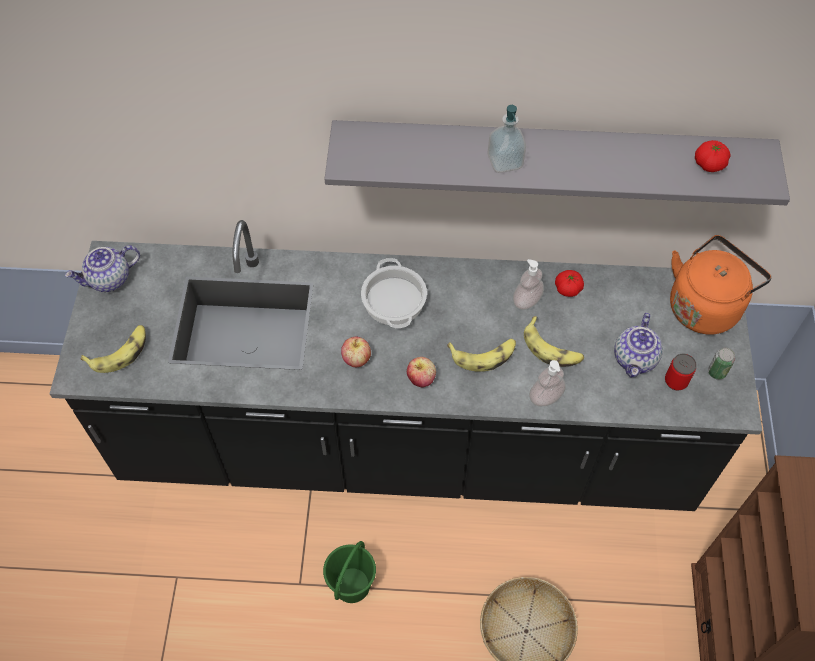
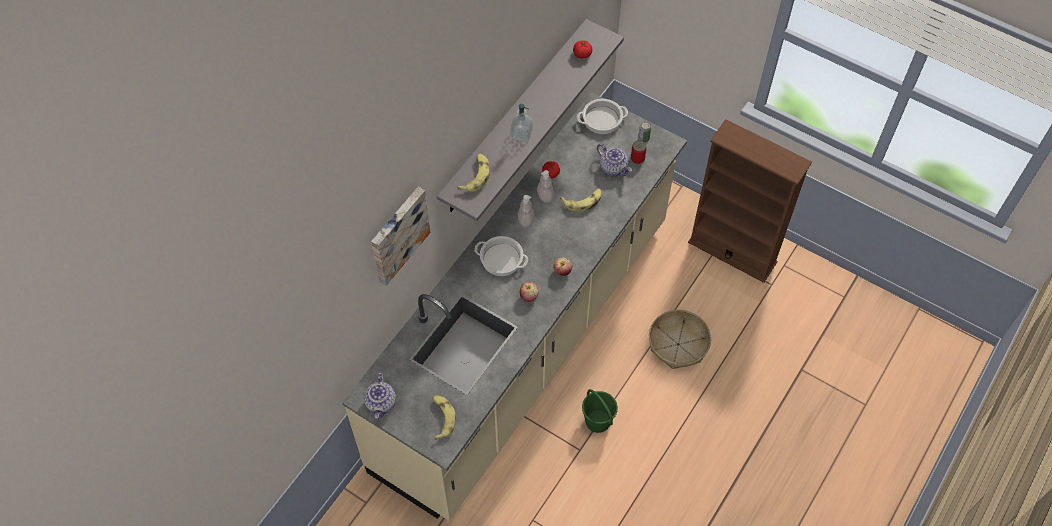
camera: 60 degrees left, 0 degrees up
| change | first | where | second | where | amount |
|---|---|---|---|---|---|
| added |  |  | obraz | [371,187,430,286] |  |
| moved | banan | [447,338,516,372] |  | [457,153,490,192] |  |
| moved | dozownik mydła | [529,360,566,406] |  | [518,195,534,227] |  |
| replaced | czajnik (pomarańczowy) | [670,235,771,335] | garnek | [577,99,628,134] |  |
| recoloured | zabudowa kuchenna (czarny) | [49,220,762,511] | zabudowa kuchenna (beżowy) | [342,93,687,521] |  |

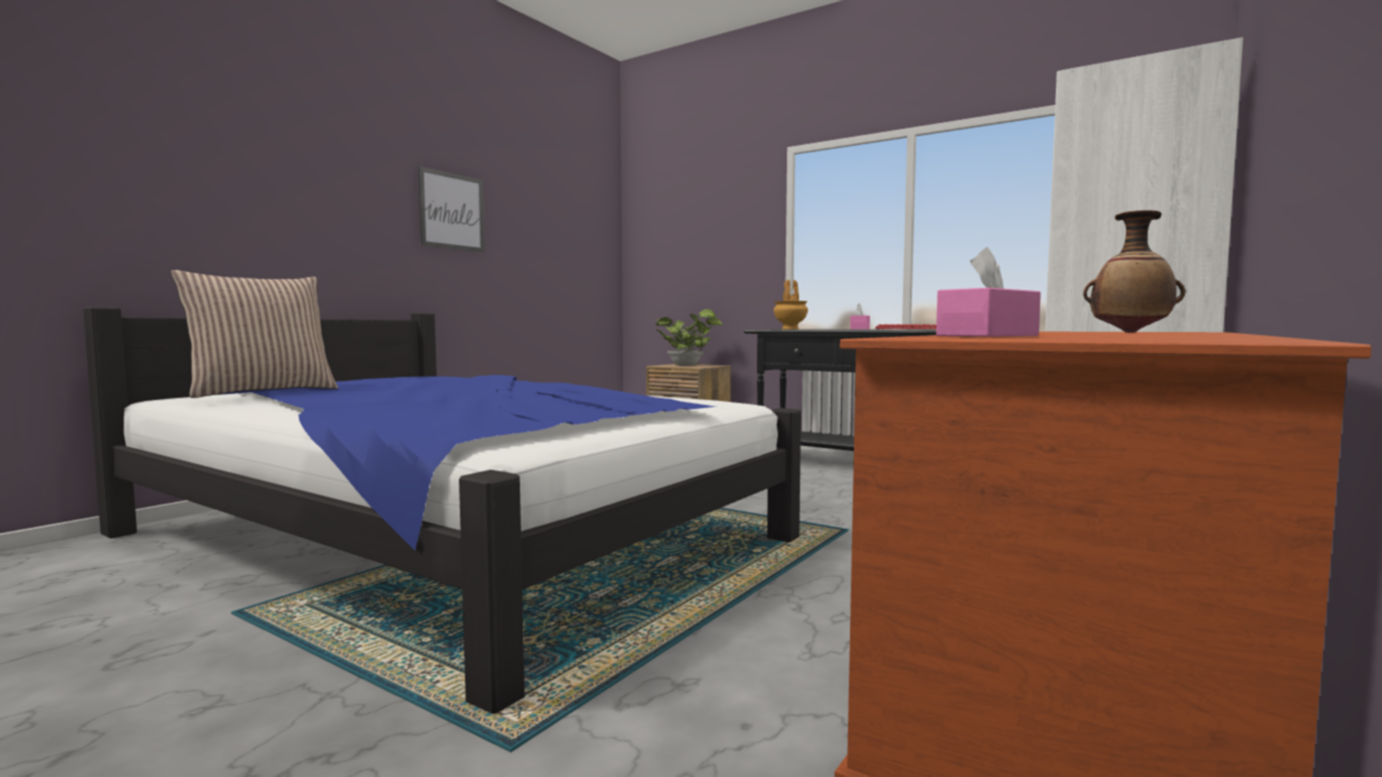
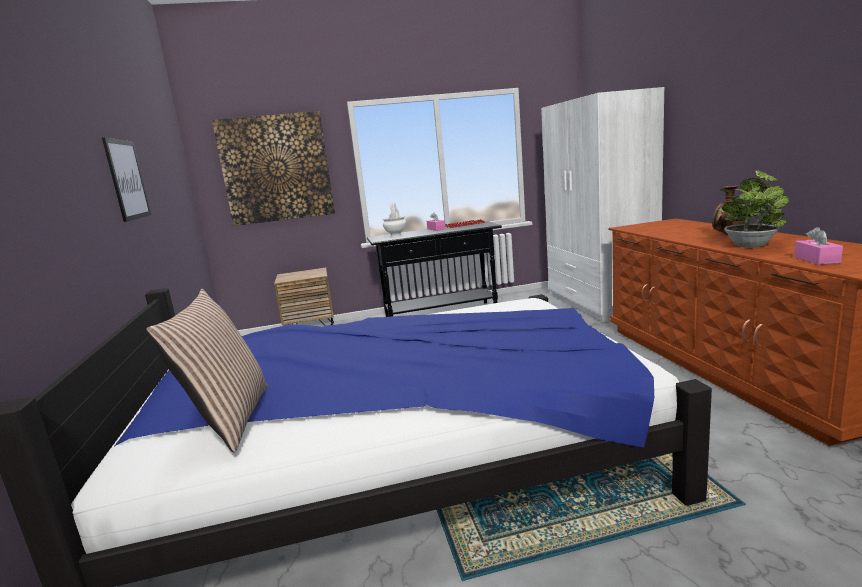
camera: 45 degrees left, 10 degrees up
| change | first | where | second | where | amount |
|---|---|---|---|---|---|
| added |  |  | obraz | [212,111,335,226] |  |
| moved | roślina doniczkowa | [655,309,723,366] |  | [719,170,789,248] |  |
| recoloured | wazon (brązowy) | [773,280,808,329] | wazon (biały) | [383,203,406,238] |  |

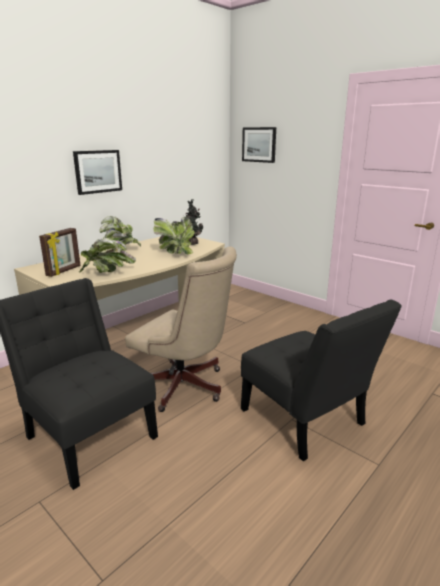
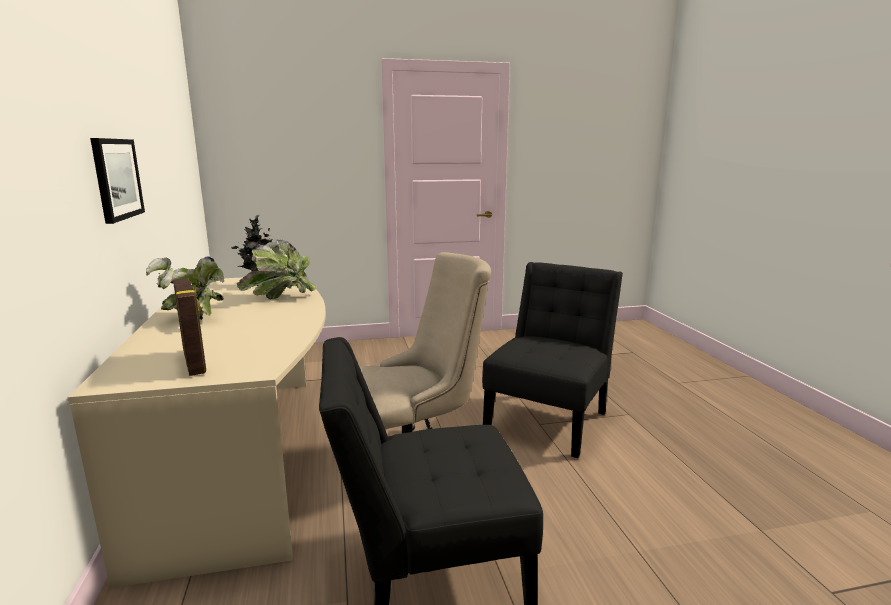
camera: 55 degrees left, 5 degrees down
| change | first | where | second | where | amount |
|---|---|---|---|---|---|
| removed | roślina doniczkowa | [79,228,136,273] |  |  |  |
| removed | obraz | [242,127,276,163] |  |  |  |
| turned | krzesło (czarny) | [241,299,402,461] |  | [482,262,623,458] | 60 degrees counterclockwise |

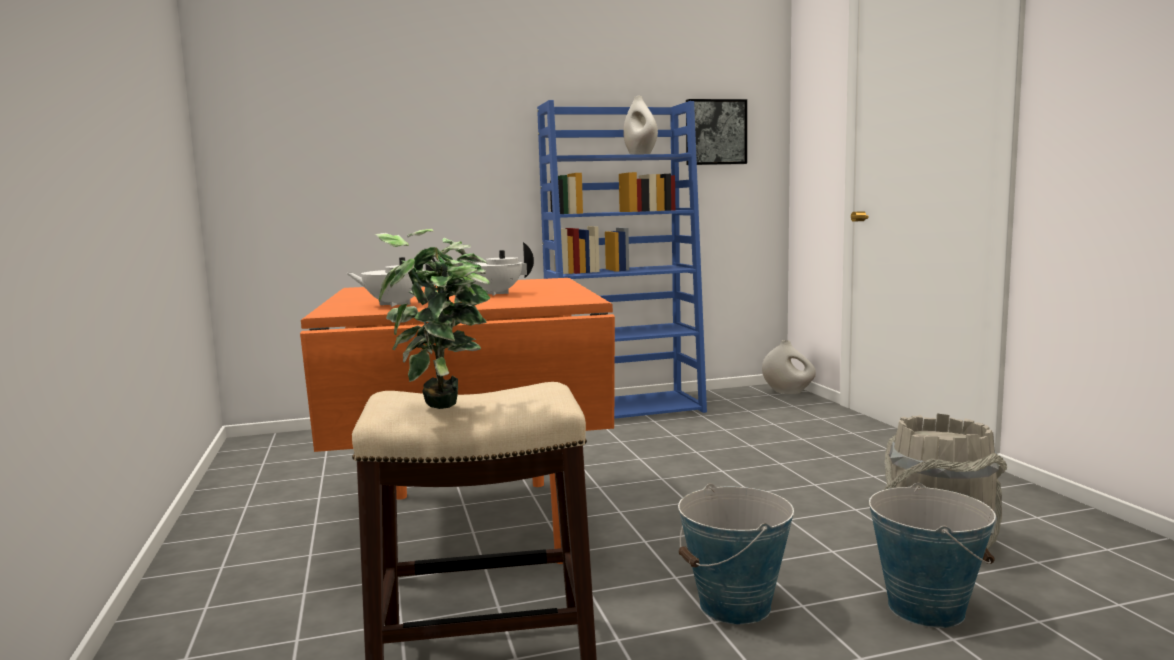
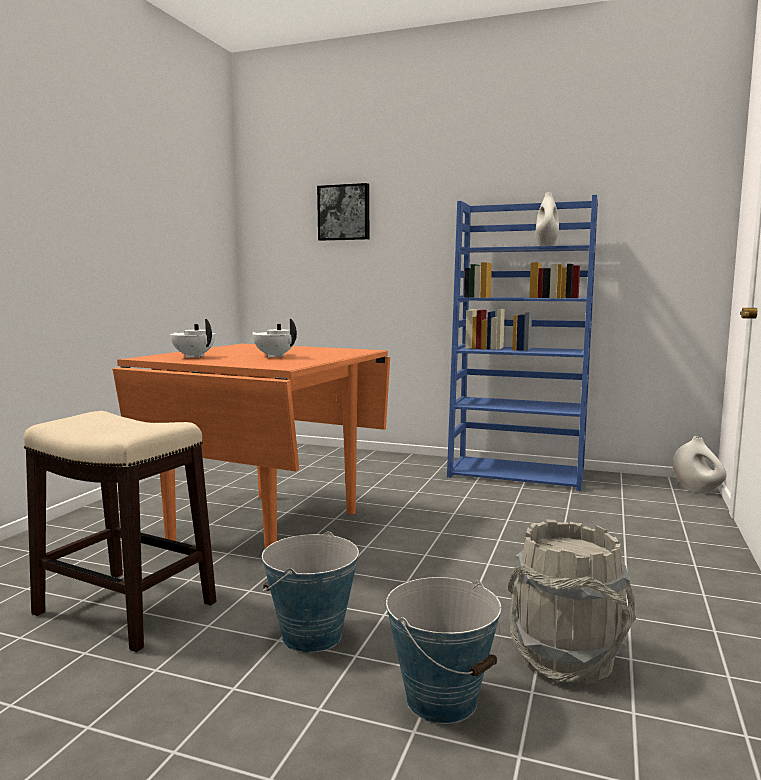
camera: 35 degrees right, 0 degrees up
| change | first | where | second | where | amount |
|---|---|---|---|---|---|
| removed | roślina doniczkowa | [375,229,490,409] |  |  |  |
| moved | obraz | [686,99,747,165] |  | [317,183,369,241] |  |

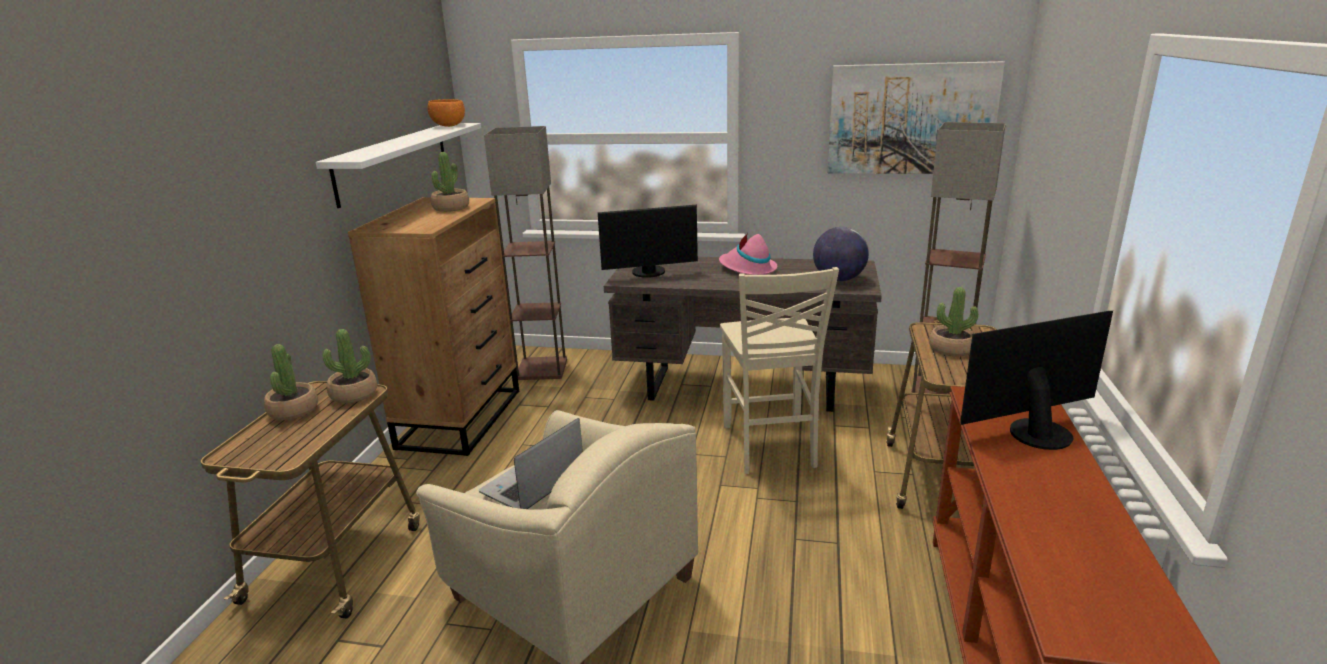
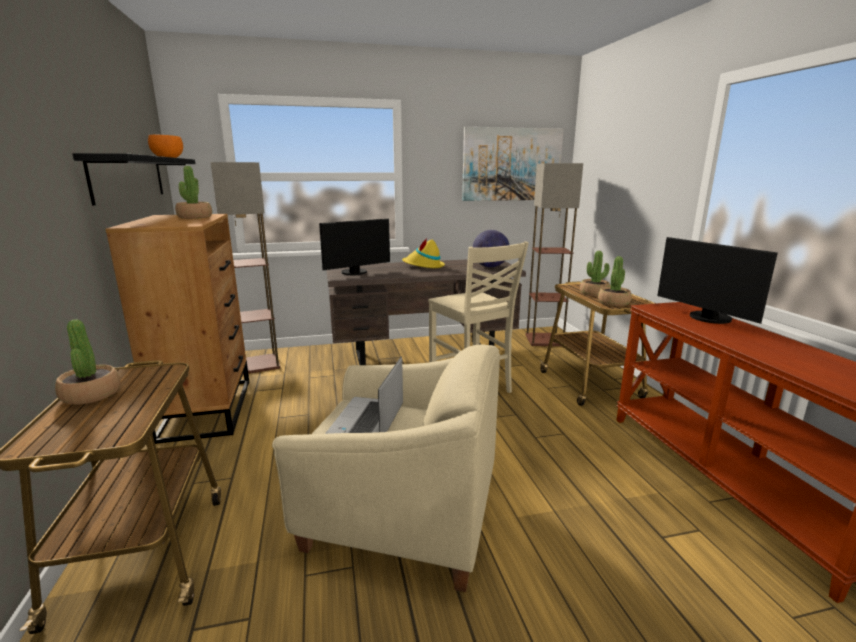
camera: 25 degrees left, 5 degrees down
| change | first | where | second | where | amount |
|---|---|---|---|---|---|
| moved | roślina doniczkowa | [323,329,377,403] |  | [598,256,632,306] |  |
| recoloured | półka (biały) | [315,123,481,208] | półka (czarny) | [72,153,195,205] |  |
| recoloured | kapelusz (różowy) | [719,233,777,275] | kapelusz (żółty) | [402,239,445,268] |  |
| turned | monitor | [960,311,1113,450] |  | [657,237,778,324] | 75 degrees counterclockwise |

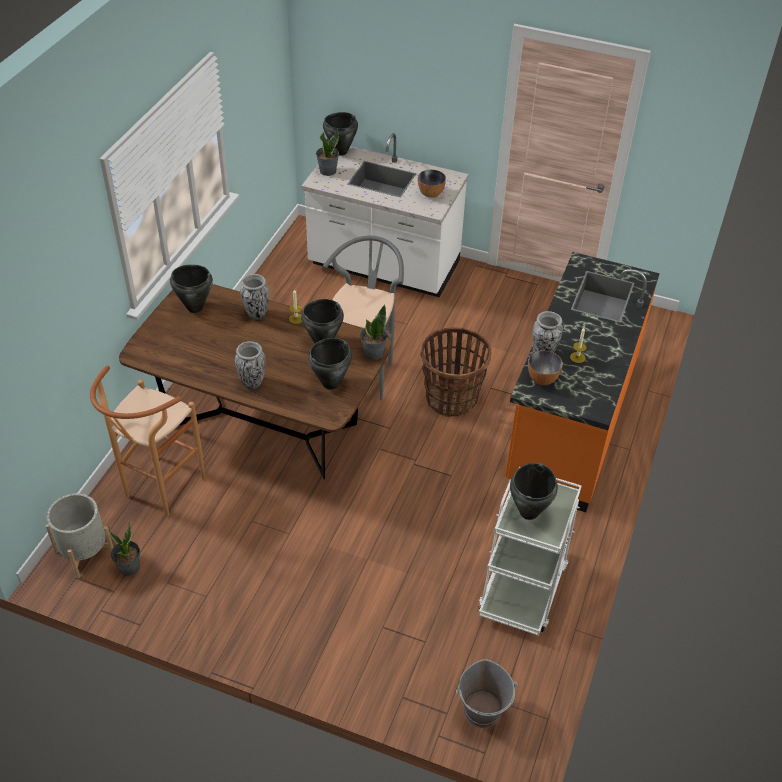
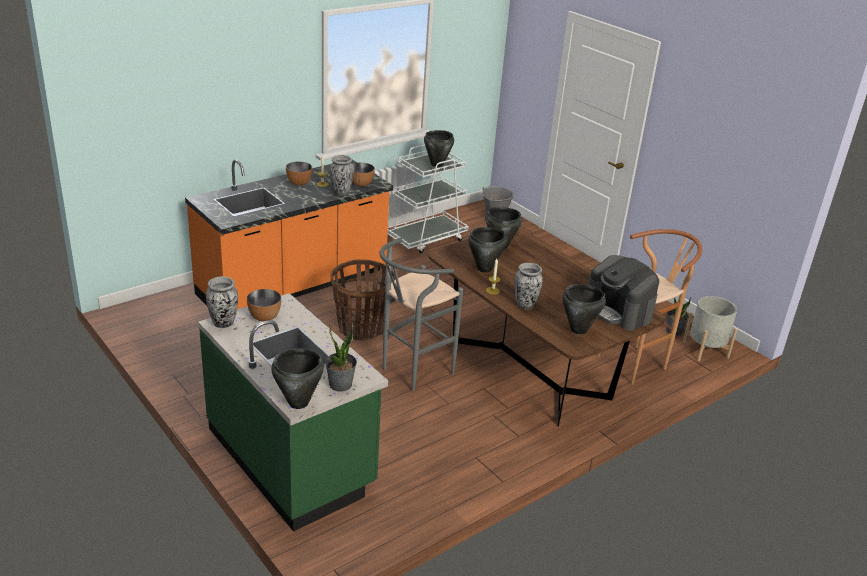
camera: 150 degrees left, 15 degrees down
| change | first | where | second | where | amount |
|---|---|---|---|---|---|
| removed | roślina doniczkowa | [360,305,388,360] |  |  |  |
| added |  |  | miska | [286,162,312,186] |  |
| added |  |  | ekspres do kawy | [588,255,659,331] |  |
| moved | wazon | [235,341,266,390] |  | [206,276,238,328] |  |
| recoloured | zabudowa kuchenna (biały) | [301,133,469,298] | zabudowa kuchenna (zielony) | [198,293,388,532] |  |

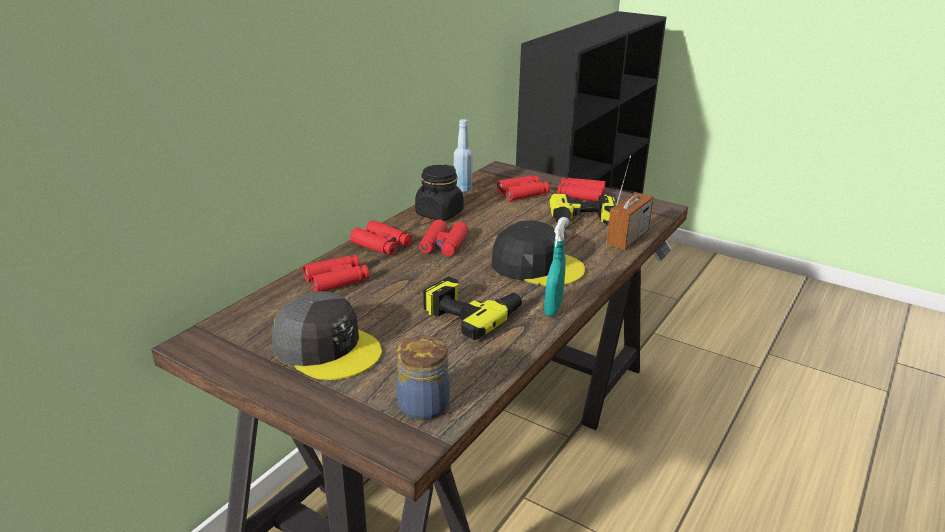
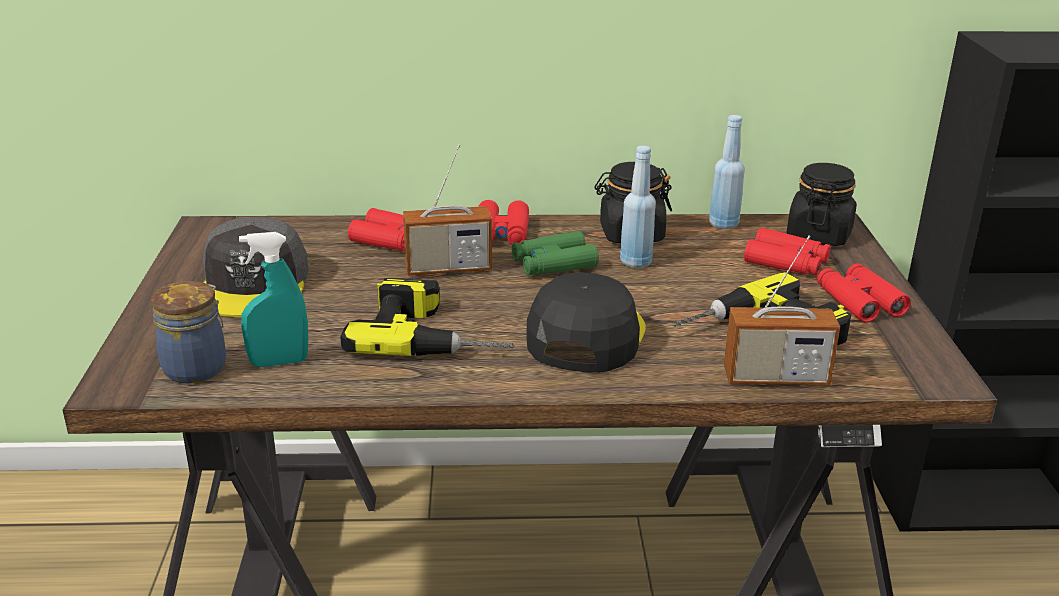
camera: 55 degrees right, 0 degrees up
| change | first | where | second | where | amount |
|---|---|---|---|---|---|
| added |  |  | radio | [403,144,492,276] |  |
| added |  |  | butelka (niebieski) | [620,146,656,268] |  |
| added |  |  | słoik (czarny) | [787,163,856,246] |  |
| moved | spryskiwacz (turkusowy) | [544,219,566,317] |  | [239,232,308,367] |  |
| recoloured | lornetka (czerwony) | [419,219,468,256] | lornetka (zielony) | [512,231,599,276] |  |
| turned | czapka z daszkiem (czarny) | [492,220,585,286] |  | [527,272,646,373] | 150 degrees counterclockwise |

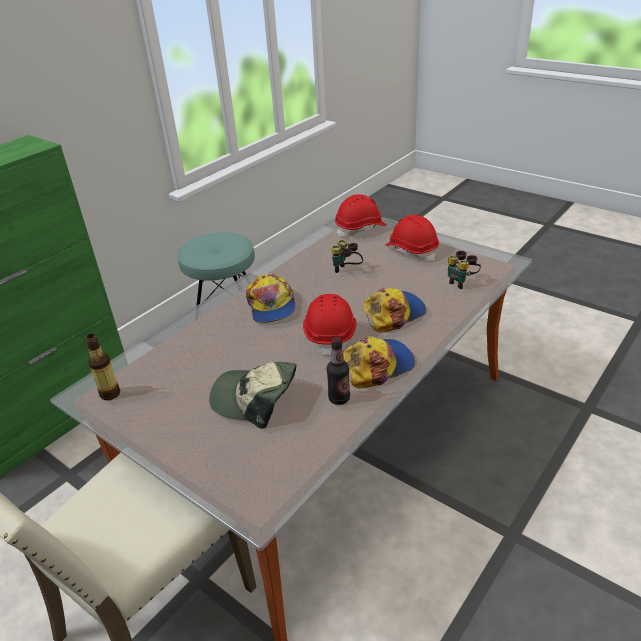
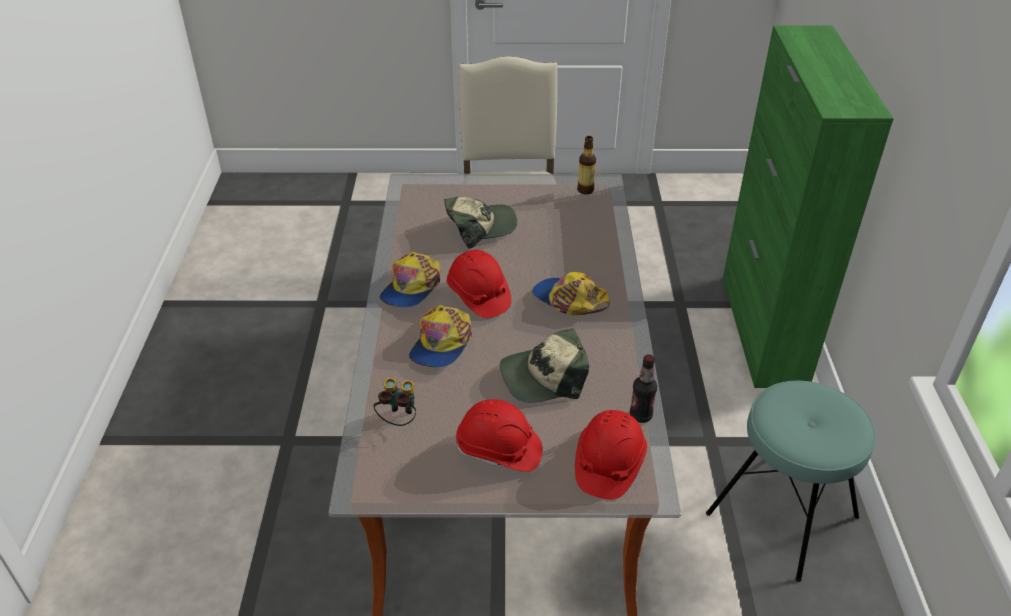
camera: 140 degrees right, 5 degrees up
| change | first | where | second | where | amount |
|---|---|---|---|---|---|
| moved | butelka | [326,336,350,405] |  | [630,354,657,423] |  |
| replaced | lornetka | [331,240,363,273] | czapka z daszkiem | [500,328,589,402] |  |

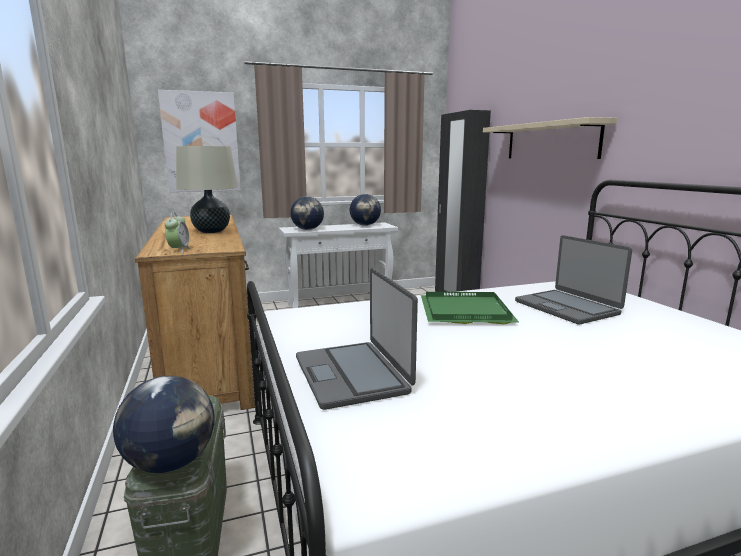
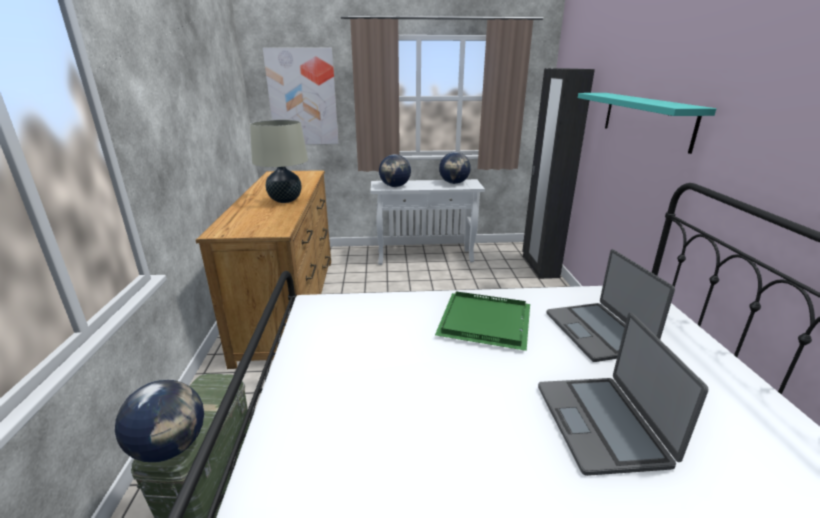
camera: 15 degrees right, 10 degrees up
| change | first | where | second | where | amount |
|---|---|---|---|---|---|
| removed | budzik | [165,212,191,253] |  |  |  |
| moved | laptop | [296,268,418,410] |  | [538,313,708,476] |  |
| recoloured | półka (beżowy) | [483,117,617,159] | półka (turkusowy) | [578,93,716,154] |  |

